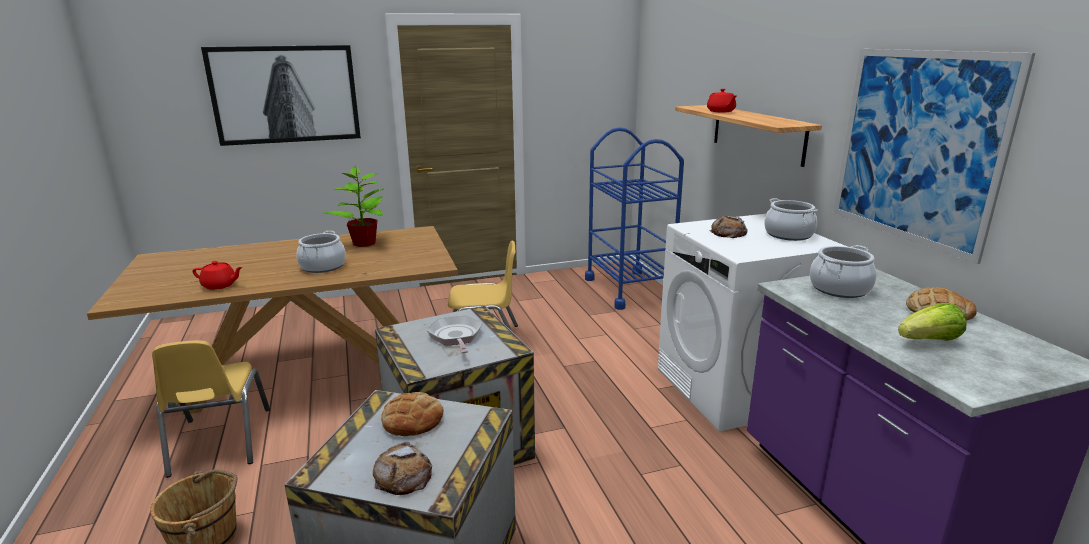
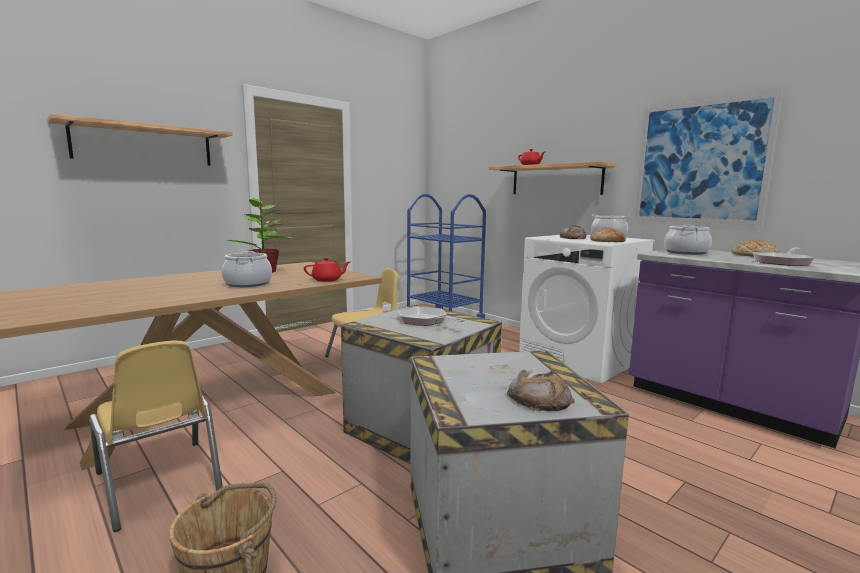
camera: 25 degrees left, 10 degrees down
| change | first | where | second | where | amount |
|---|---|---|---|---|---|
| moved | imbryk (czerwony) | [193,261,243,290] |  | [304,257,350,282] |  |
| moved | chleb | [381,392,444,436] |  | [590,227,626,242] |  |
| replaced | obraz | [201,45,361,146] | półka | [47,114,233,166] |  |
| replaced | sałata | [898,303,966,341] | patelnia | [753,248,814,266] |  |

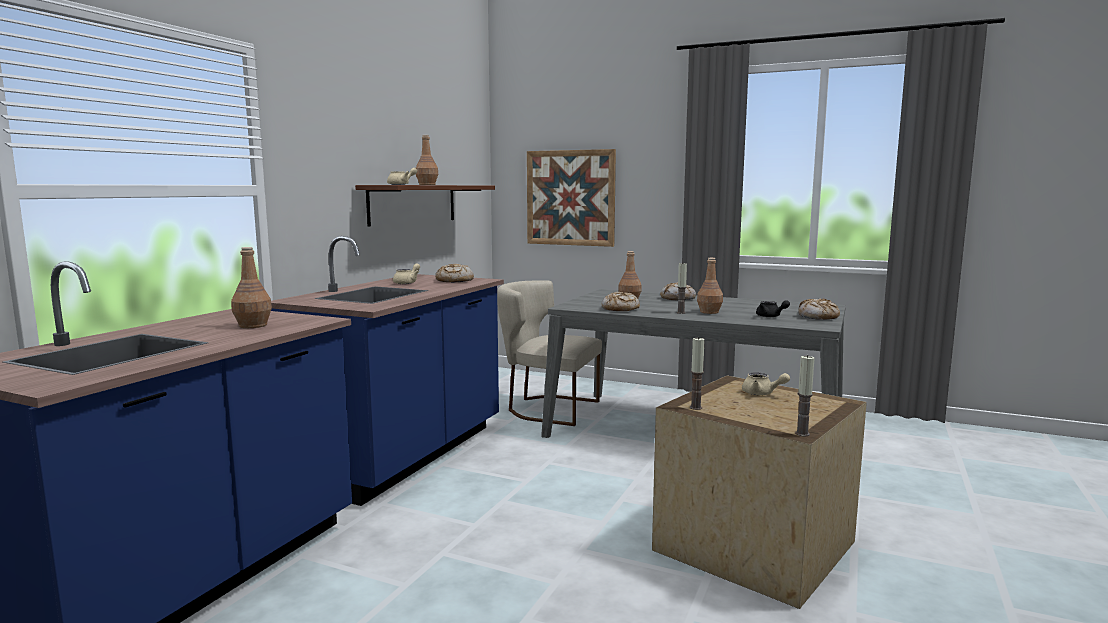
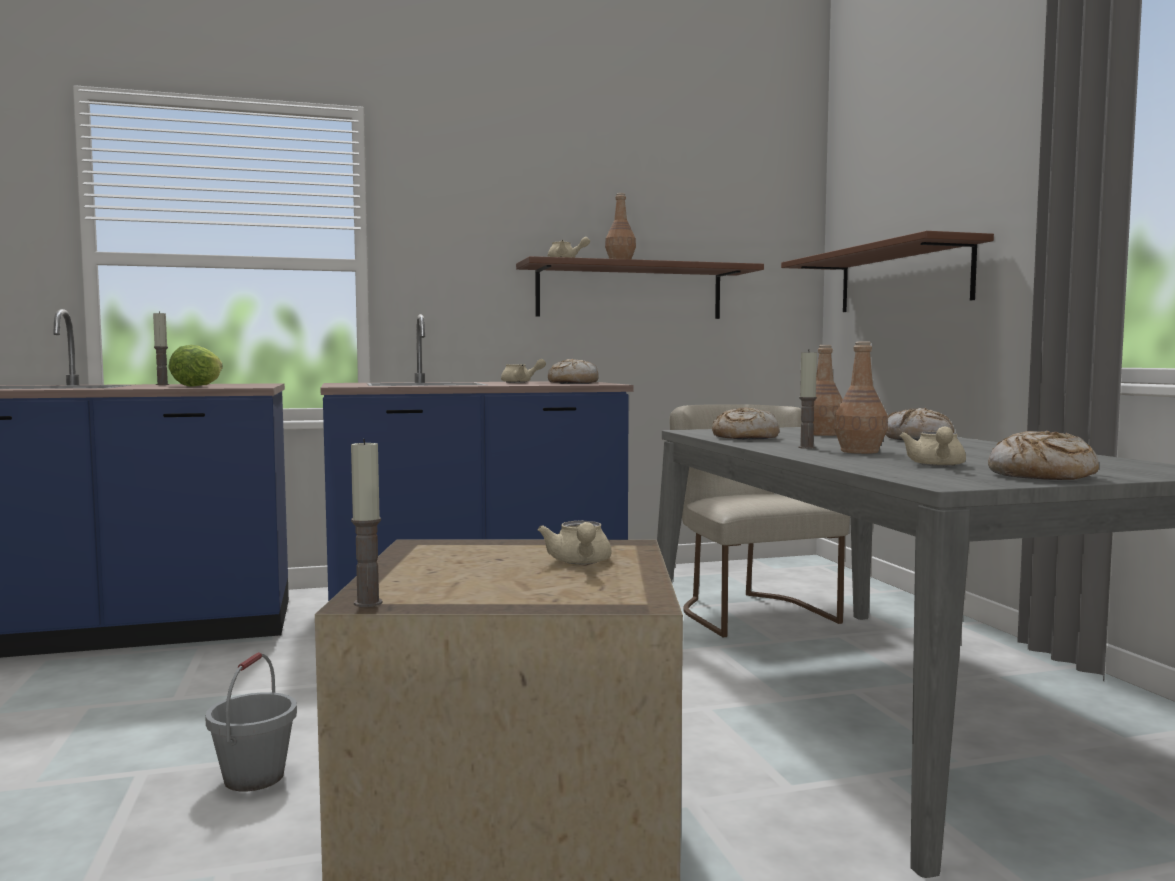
camera: 50 degrees right, 5 degrees down
| change | first | where | second | where | amount |
|---|---|---|---|---|---|
| added |  |  | wiadro (szary) | [205,652,297,791] |  |
| moved | świeca | [690,337,705,410] |  | [153,311,169,385] |  |
| replaced | butelka (brązowy) | [231,247,272,328] | sałata | [168,345,223,387] |  |
| replaced | obraz | [527,149,616,247] | półka (brązowy) | [781,231,994,312] |  |
| recoloured | imbryk (czarny) | [756,300,790,317] | imbryk (beżowy) | [899,426,966,466] |  |

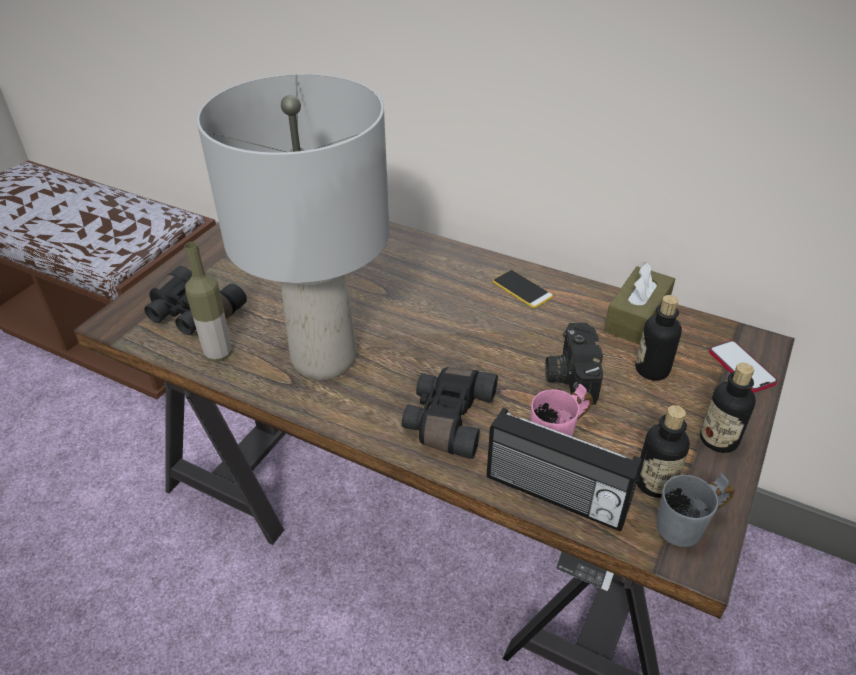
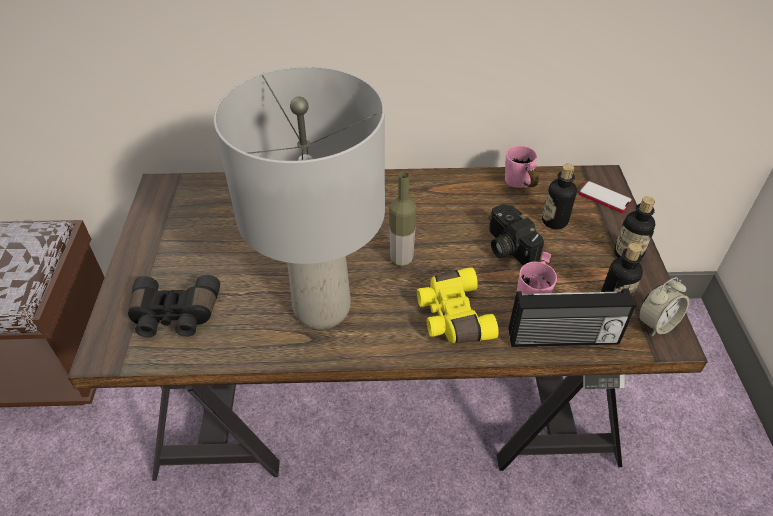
camera: 30 degrees left, 5 degrees up
| change | first | where | second | where | amount |
|---|---|---|---|---|---|
| removed | telefon | [492,270,553,308] |  |  |  |
| moved | butelka | [185,242,232,362] |  | [389,172,417,267] |  |
| replaced | pudełko chusteczek (brązowy) | [604,262,675,345] | kubek (różowy) | [505,146,539,188] |  |
| replaced | kubek (szary) | [657,473,734,547] | budzik | [638,277,689,336] |  |
| recoloured | lornetka (czarny) | [402,367,498,459] | lornetka (żółty) | [417,267,499,343] |  |

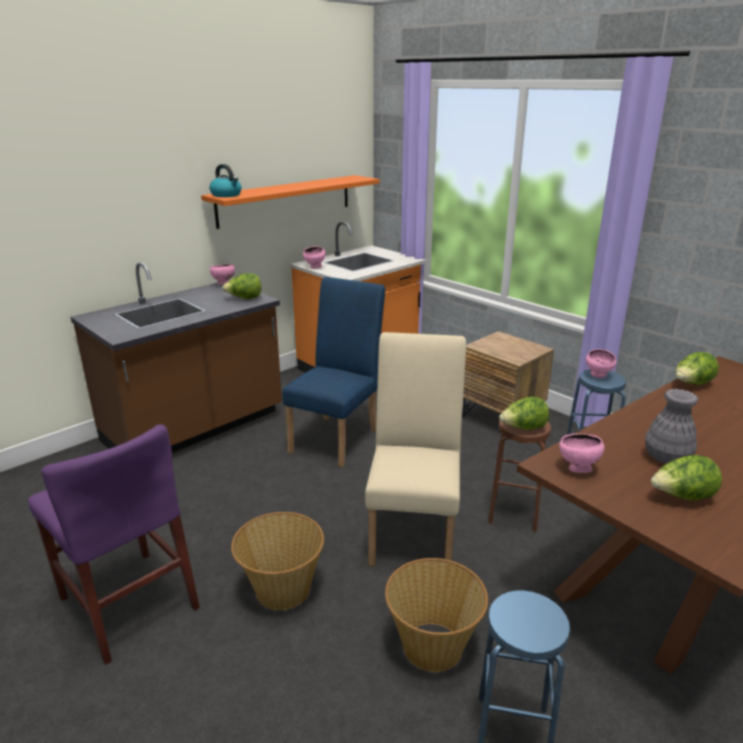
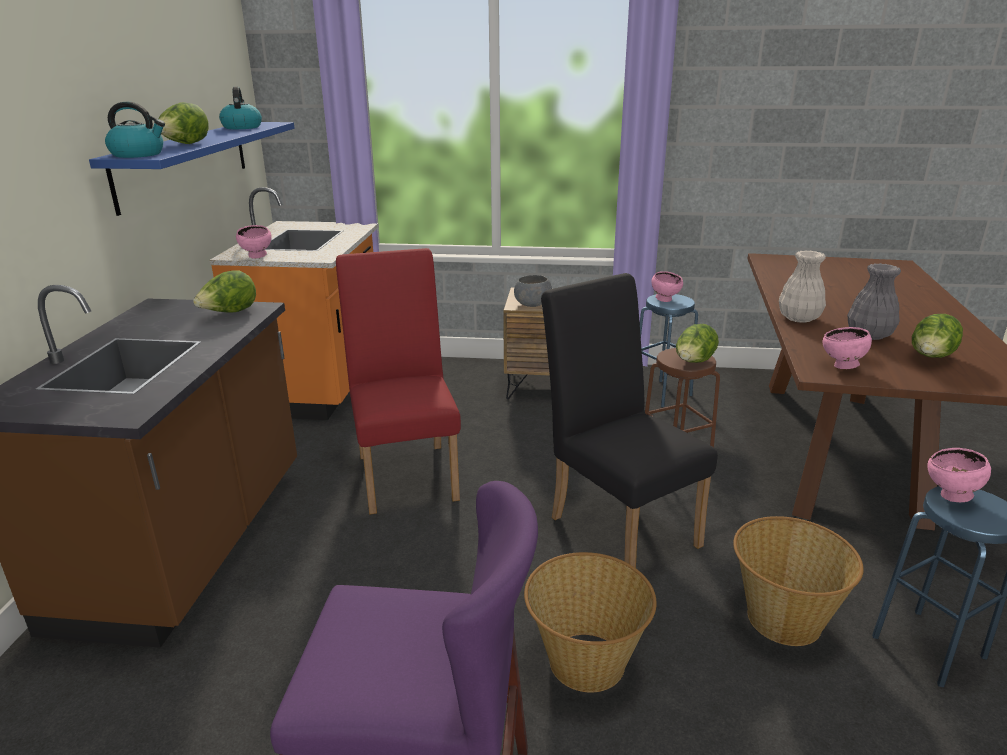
camera: 40 degrees left, 0 degrees up
| change | first | where | second | where | amount |
|---|---|---|---|---|---|
| added |  |  | czajnik | [219,87,262,129] |  |
| added |  |  | miska (szary) | [514,275,552,307] |  |
| added |  |  | wazon (biały) | [779,250,826,323] |  |
| moved | miska (różowy) | [210,264,235,285] |  | [927,448,991,502] |  |
| moved | sałata | [675,352,719,385] |  | [158,102,209,144] |  |
| recoloured | półka (pomarańczowy) | [201,175,380,229] | półka (niebieski) | [89,122,294,216] |  |
| recoloured | krzesło (niebieski) | [282,277,385,467] | krzesło (czerwony) | [336,248,461,515] |  |
| recoloured | krzesło (beżowy) | [365,332,466,566] | krzesło (czarny) | [541,273,718,568] |  |

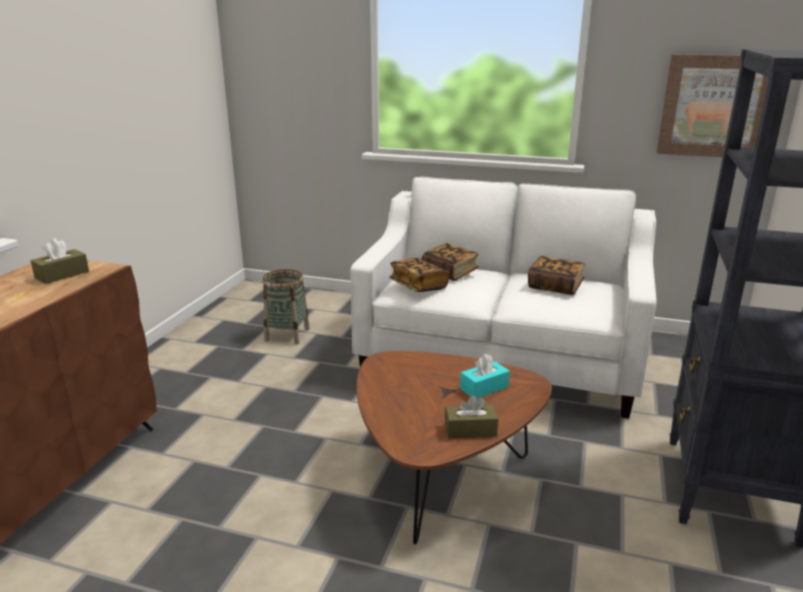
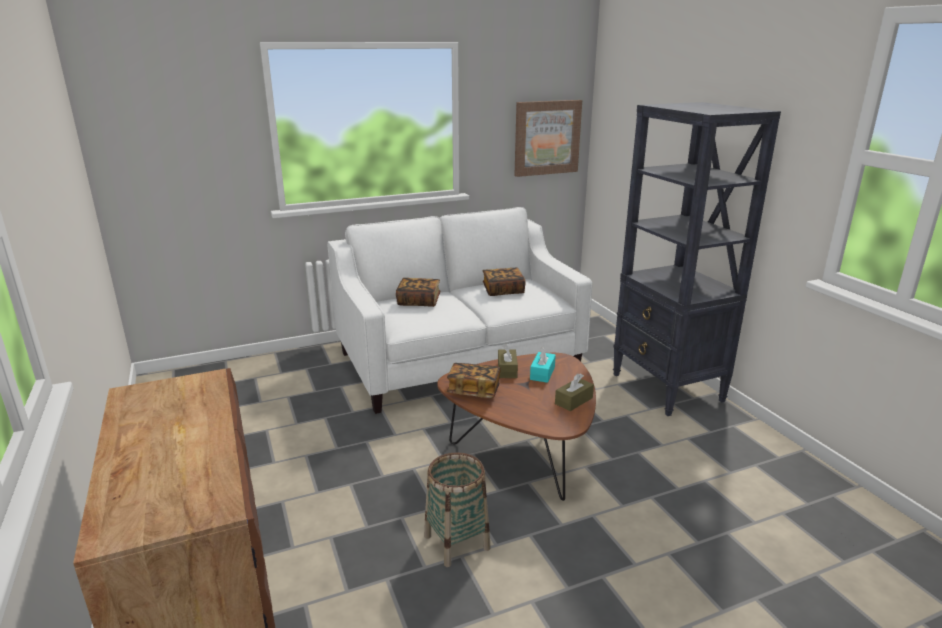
camera: 40 degrees left, 0 degrees up
| change | first | where | second | where | amount |
|---|---|---|---|---|---|
| moved | pudełko chusteczek (brązowy) | [31,238,89,284] |  | [498,344,518,378] |  |
| moved | koszyk | [263,269,310,344] |  | [424,452,491,567] |  |
| moved | książka | [389,258,449,292] |  | [447,363,501,398] |  |

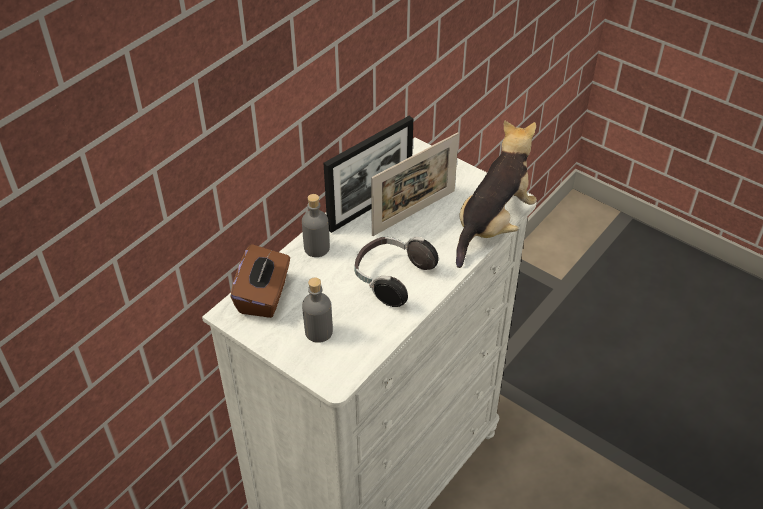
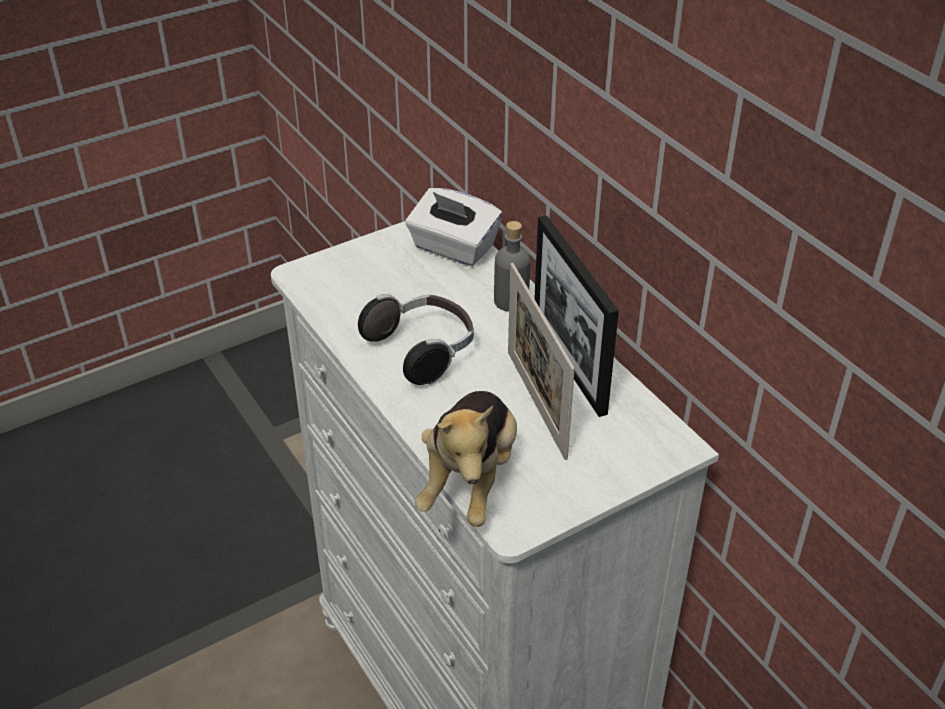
camera: 110 degrees right, 5 degrees down
| change | first | where | second | where | amount |
|---|---|---|---|---|---|
| removed | butelka (szary) | [302,277,333,343] |  |  |  |
| recoloured | pudełko chusteczek (brązowy) | [230,244,290,318] | pudełko chusteczek (biały) | [405,188,502,266] |  |
| turned | pluszak | [456,120,537,268] |  | [415,391,517,527] | 45 degrees clockwise |

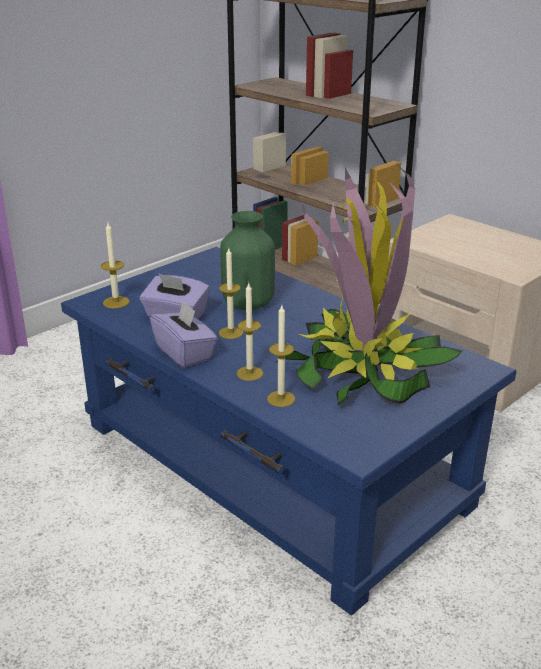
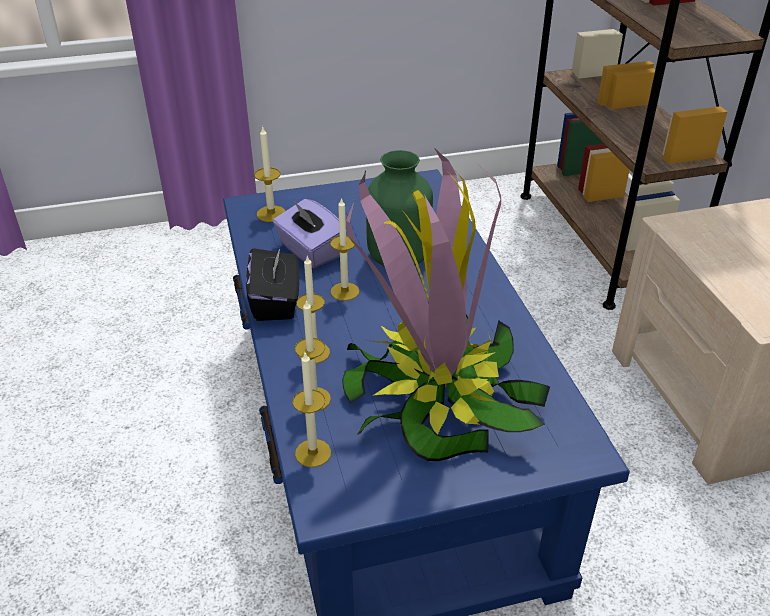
camera: 30 degrees right, 10 degrees up
| change | first | where | second | where | amount |
|---|---|---|---|---|---|
| added |  |  | świeca | [293,353,331,467] |  |
| recoloured | pudełko chusteczek (fioletowy) | [150,301,218,368] | pudełko chusteczek (czarny) | [246,245,299,321] |  |

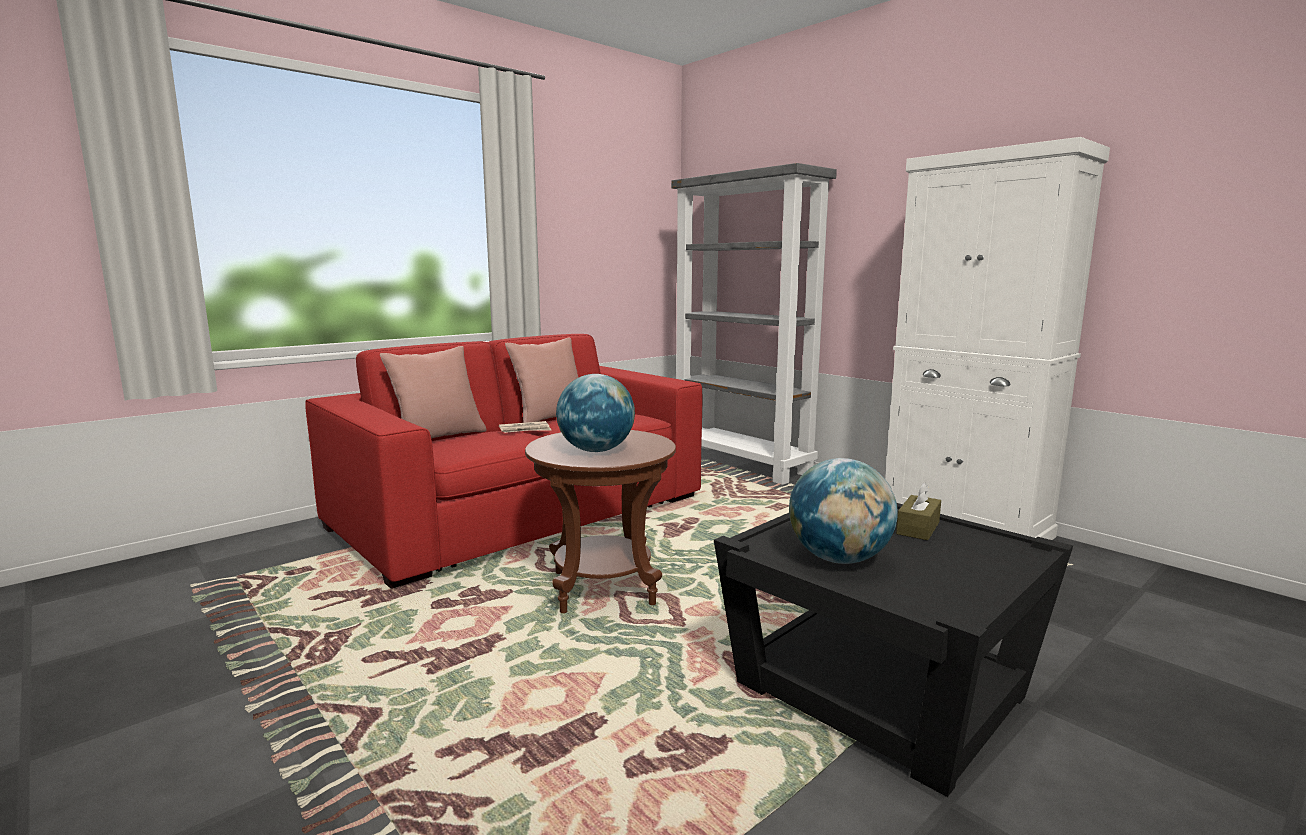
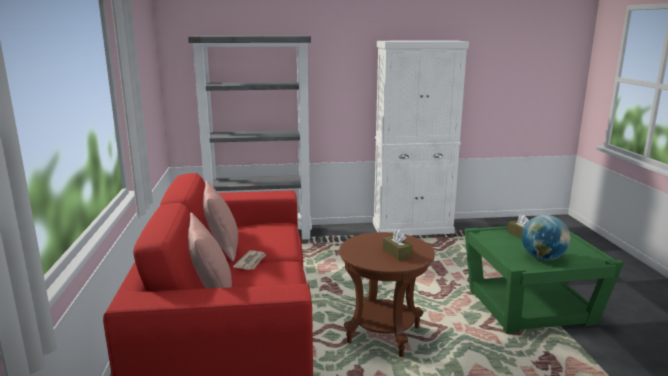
camera: 55 degrees left, 5 degrees up
| change | first | where | second | where | amount |
|---|---|---|---|---|---|
| replaced | globus | [556,374,635,452] | pudełko chusteczek (brązowy) | [383,230,413,260] |  |
| recoloured | stolik (czarny) | [714,503,1073,797] | stolik (zielony) | [464,226,624,333] |  |

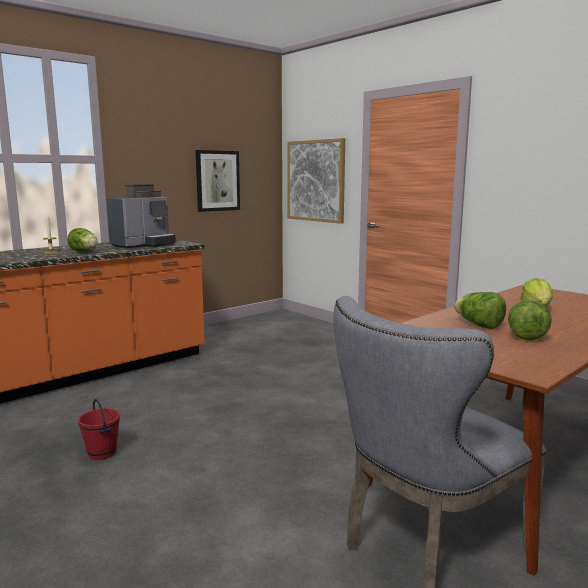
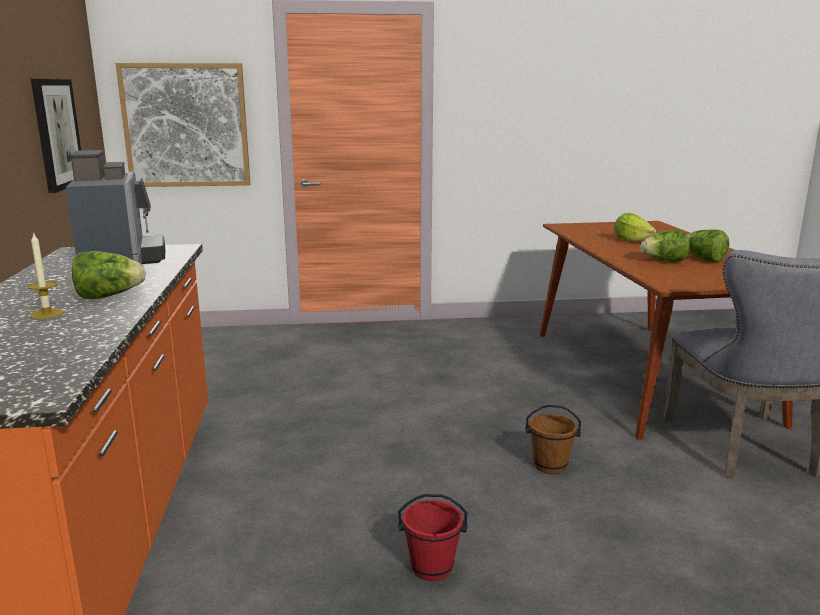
camera: 55 degrees left, 5 degrees up
| change | first | where | second | where | amount |
|---|---|---|---|---|---|
| added |  |  | wiadro (brązowy) | [525,405,581,474] |  |

